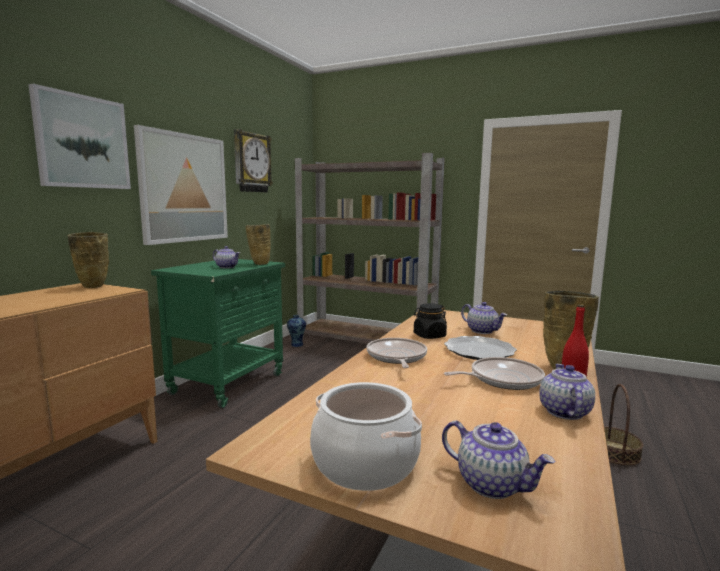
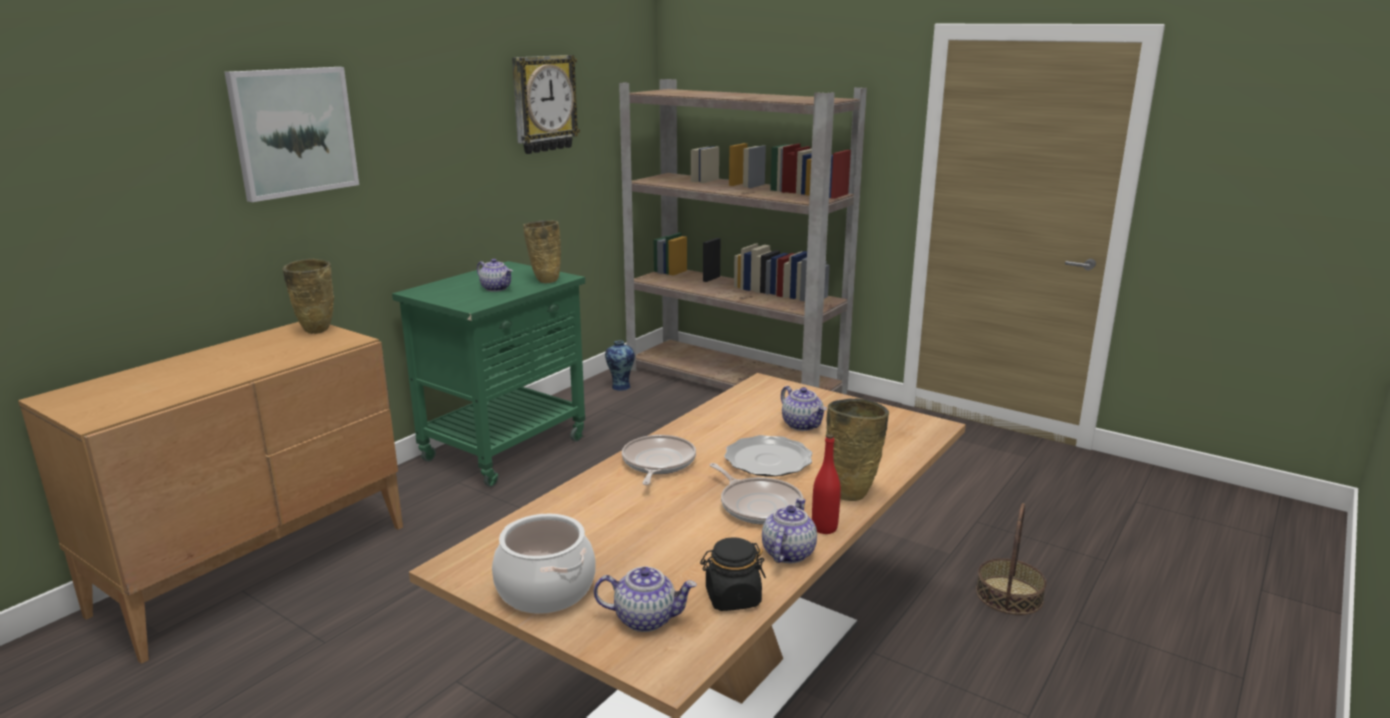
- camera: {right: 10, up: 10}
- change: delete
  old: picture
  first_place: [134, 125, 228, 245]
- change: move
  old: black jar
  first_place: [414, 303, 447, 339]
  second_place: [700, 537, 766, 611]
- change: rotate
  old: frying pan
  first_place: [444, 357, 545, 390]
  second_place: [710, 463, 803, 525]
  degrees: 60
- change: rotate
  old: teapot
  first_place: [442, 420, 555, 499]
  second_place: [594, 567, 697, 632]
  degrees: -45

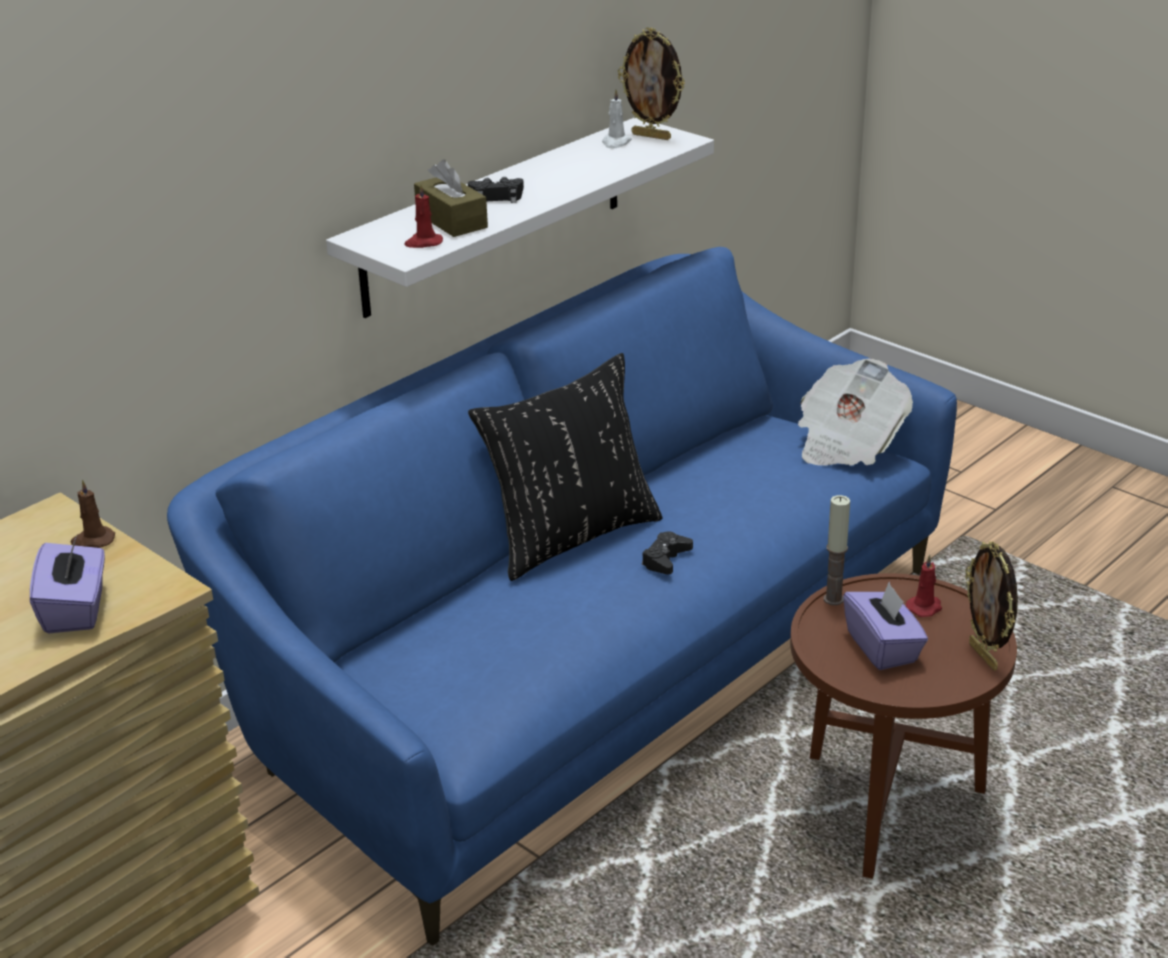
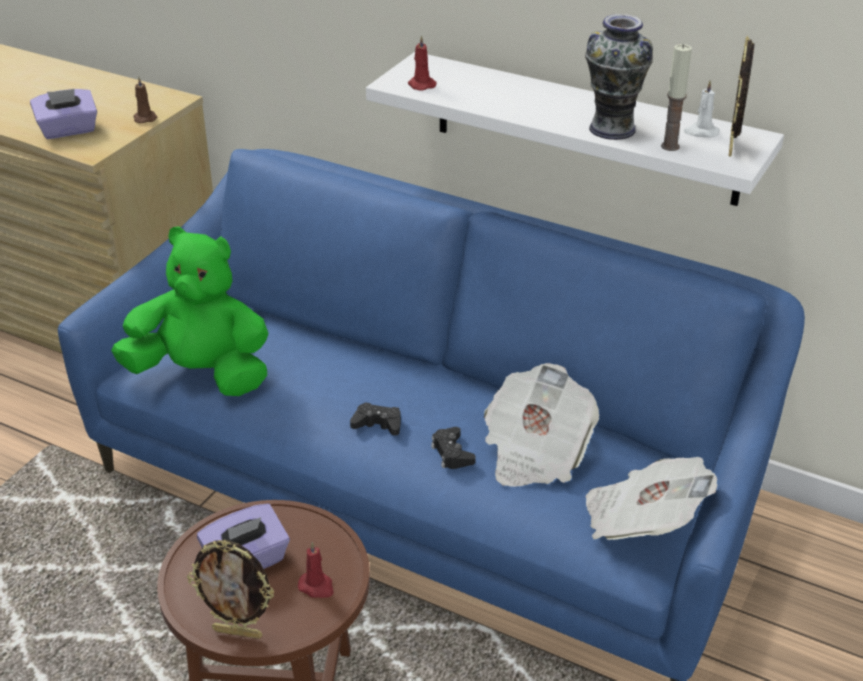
- camera: {right: 75, up: 5}
- change: delete
  old: brown tissue box
  first_place: [414, 160, 488, 237]
- change: move
  old: black game controller
  first_place: [468, 177, 524, 203]
  second_place: [431, 427, 476, 469]
- change: delete
  old: black pillow
  first_place: [468, 353, 662, 581]
- change: move
  old: candle
  first_place: [824, 495, 850, 605]
  second_place: [661, 44, 692, 151]
- change: rotate
  old: picture frame
  first_place: [966, 541, 1018, 671]
  second_place: [187, 540, 274, 639]
  degrees: -135
- change: insert
  new: vase
  second_place: [585, 14, 653, 140]
- change: insert
  new: green plush toy
  second_place: [111, 226, 269, 396]
- change: insert
  new: newspaper
  second_place: [484, 363, 599, 487]

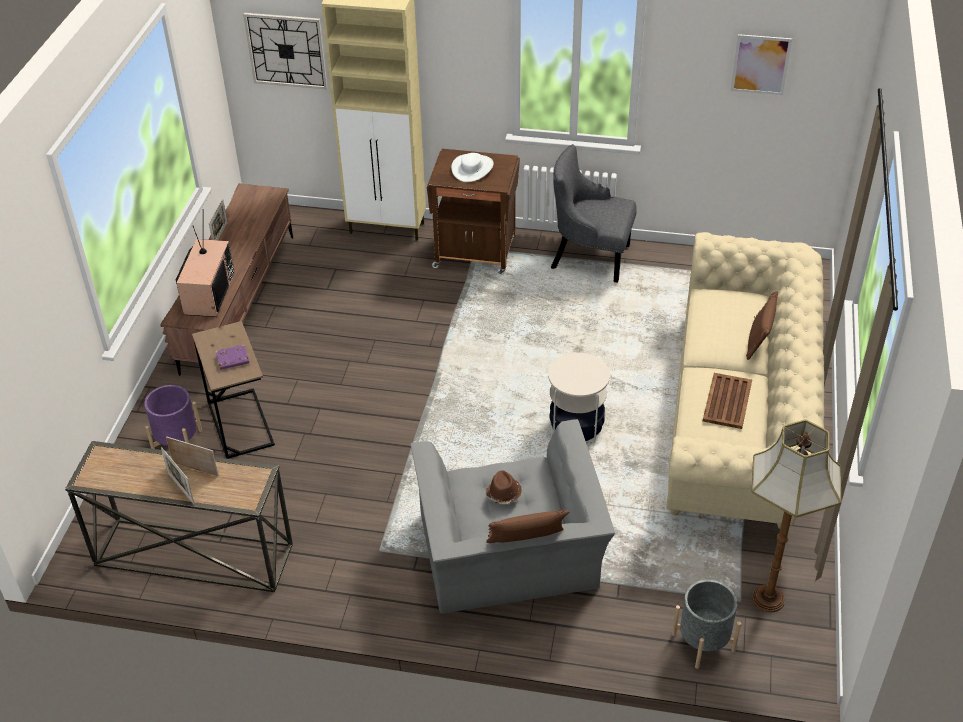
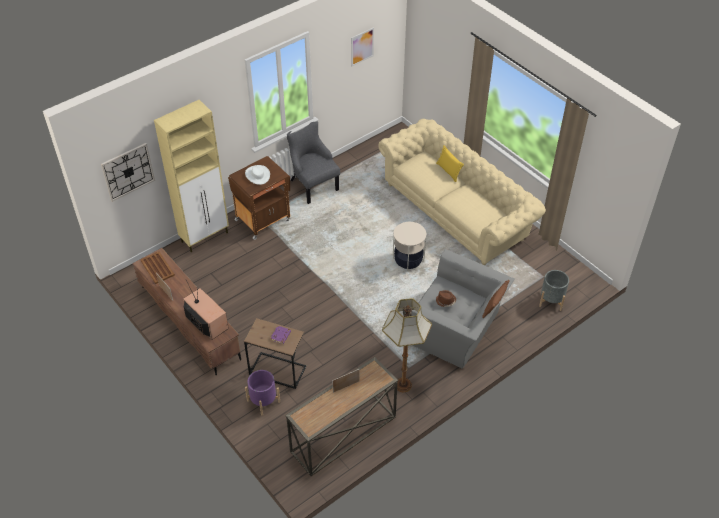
- camera: {right: -50, up: 5}
- change: rotate
  old: grey armchair
  first_place: [551, 144, 636, 283]
  second_place: [286, 122, 341, 204]
  degrees: 90
- change: recolor
  old: brown pillow
  new: yellow pillow
  first_place: [746, 291, 778, 360]
  second_place: [437, 145, 464, 182]
- change: move
  old: brown tray
  first_place: [703, 373, 752, 429]
  second_place: [140, 252, 175, 284]
- change: move
  old: floor lamp
  first_place: [752, 420, 841, 612]
  second_place: [382, 298, 432, 392]
- change: delete
  old: picture frame
  first_place: [161, 447, 194, 504]

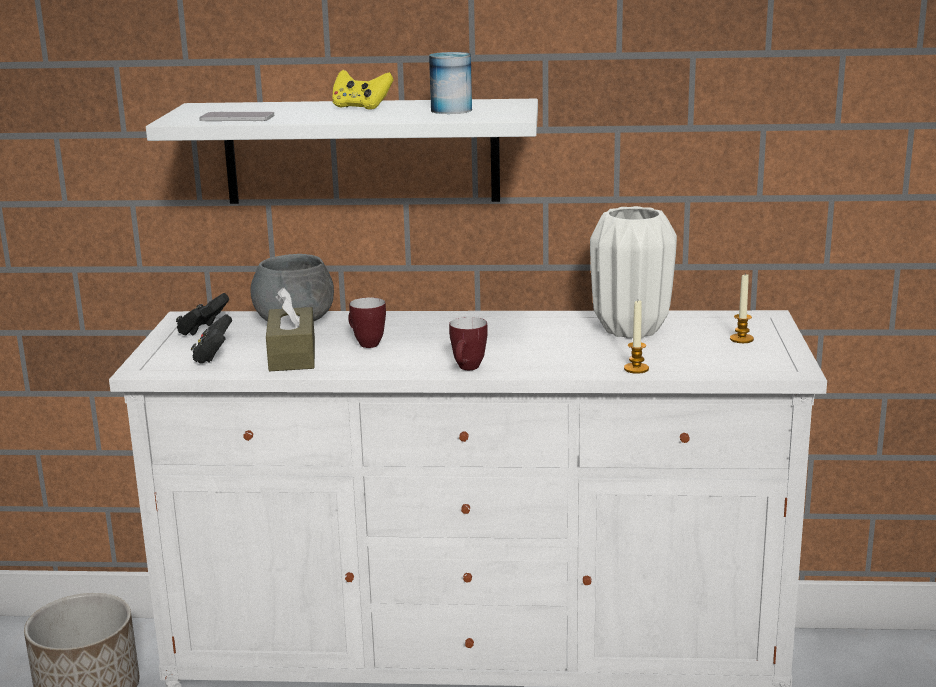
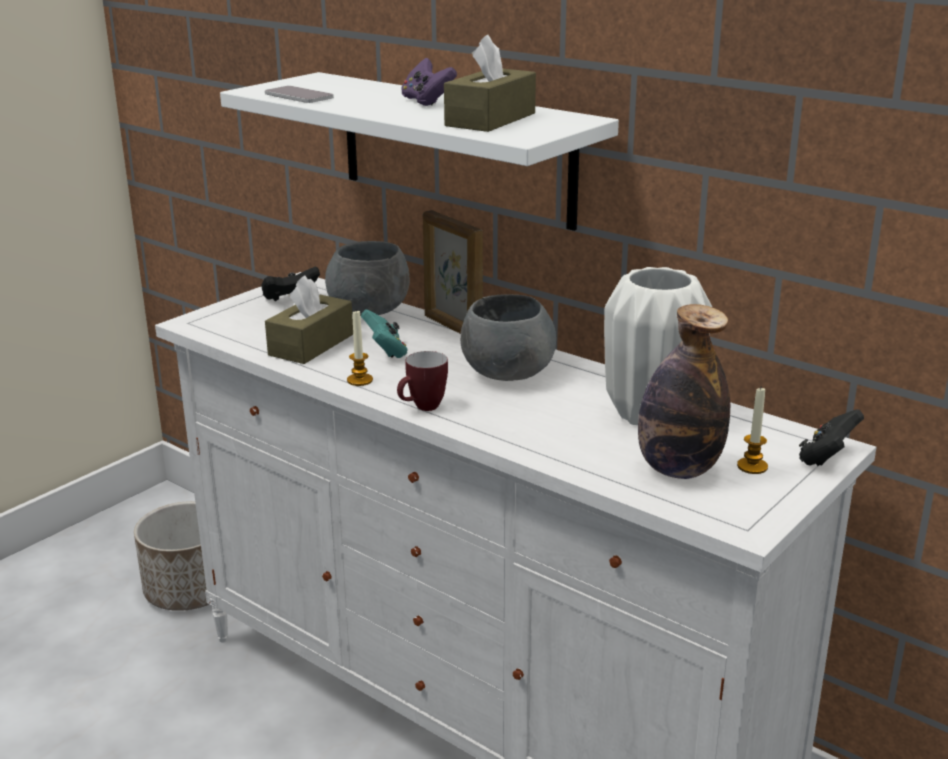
- camera: {right: 35, up: 5}
- change: replace
  old: can
  new: brown tissue box
  first_place: [429, 52, 472, 114]
  second_place: [444, 34, 536, 132]
- change: recolor
  old: yellow game controller
  new: purple game controller
  first_place: [332, 70, 393, 110]
  second_place: [401, 58, 457, 106]
- change: replace
  old: mug
  new: turquoise game controller
  first_place: [348, 297, 386, 348]
  second_place: [361, 309, 408, 358]
- change: move
  old: candle
  first_place: [624, 300, 649, 374]
  second_place: [347, 311, 373, 386]
- change: move
  old: black game controller
  first_place: [191, 314, 232, 364]
  second_place: [799, 409, 864, 466]
- change: insert
  new: picture frame
  second_place: [423, 210, 483, 334]
- change: insert
  new: grey bowl
  second_place: [460, 294, 556, 381]
- change: insert
  new: bottle
  second_place: [638, 304, 730, 479]

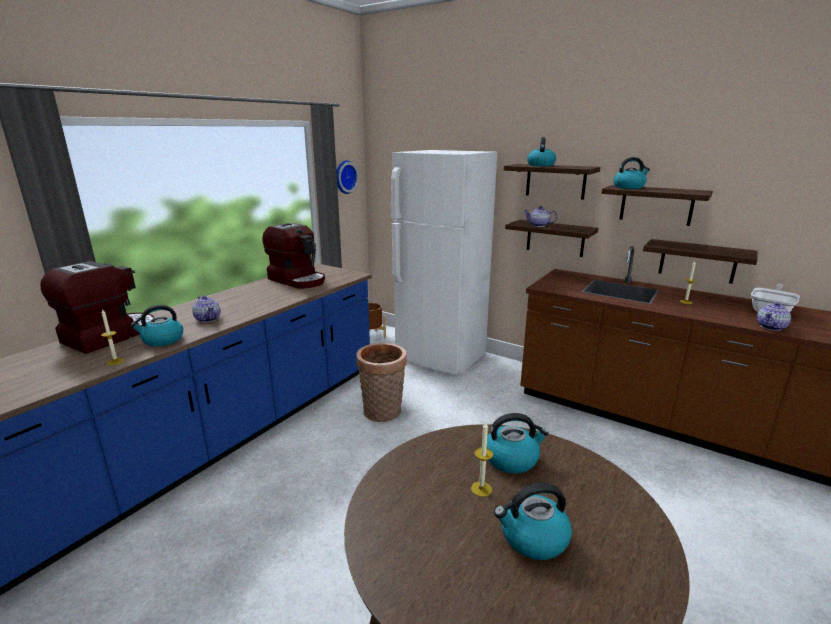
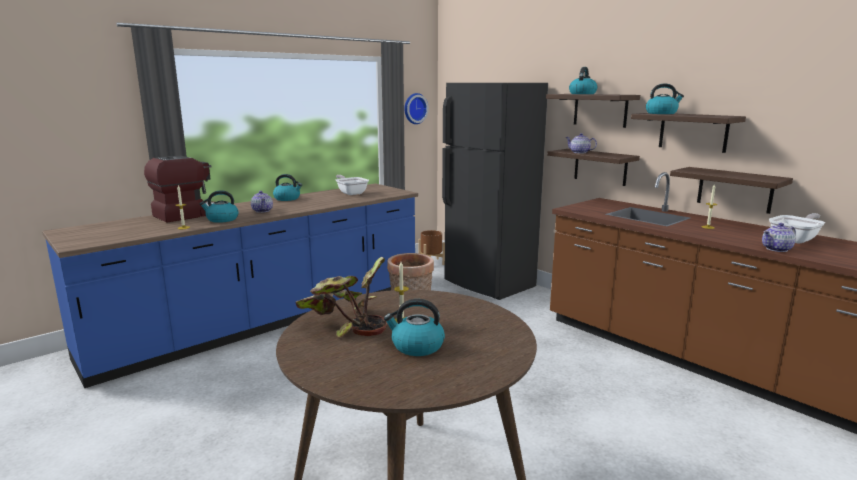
- camera: {right: 15, up: -5}
- change: recolor
  old: white fridge
  new: black fridge
  first_place: [391, 150, 497, 375]
  second_place: [442, 83, 548, 300]
- change: replace
  old: coffee machine
  new: frying pan
  first_place: [262, 223, 325, 288]
  second_place: [336, 175, 369, 195]
- change: move
  old: kettle
  first_place: [487, 413, 549, 473]
  second_place: [273, 174, 302, 201]
- change: insert
  new: potted plant
  second_place: [295, 257, 387, 337]

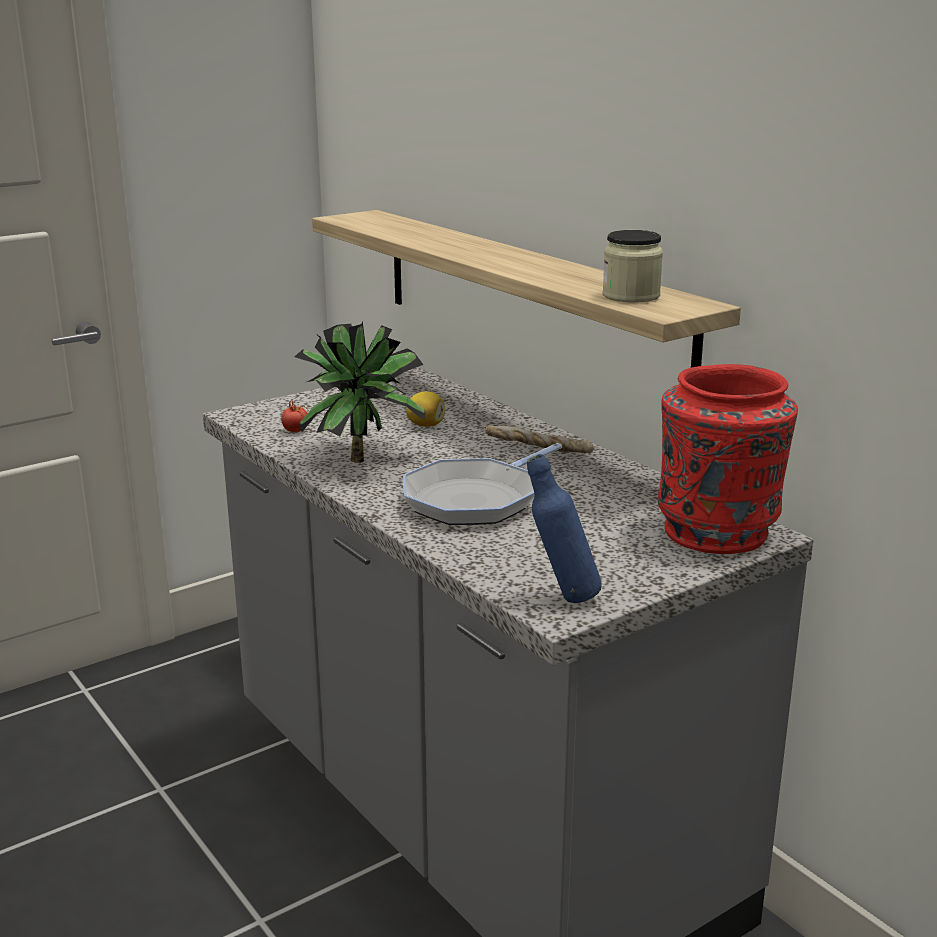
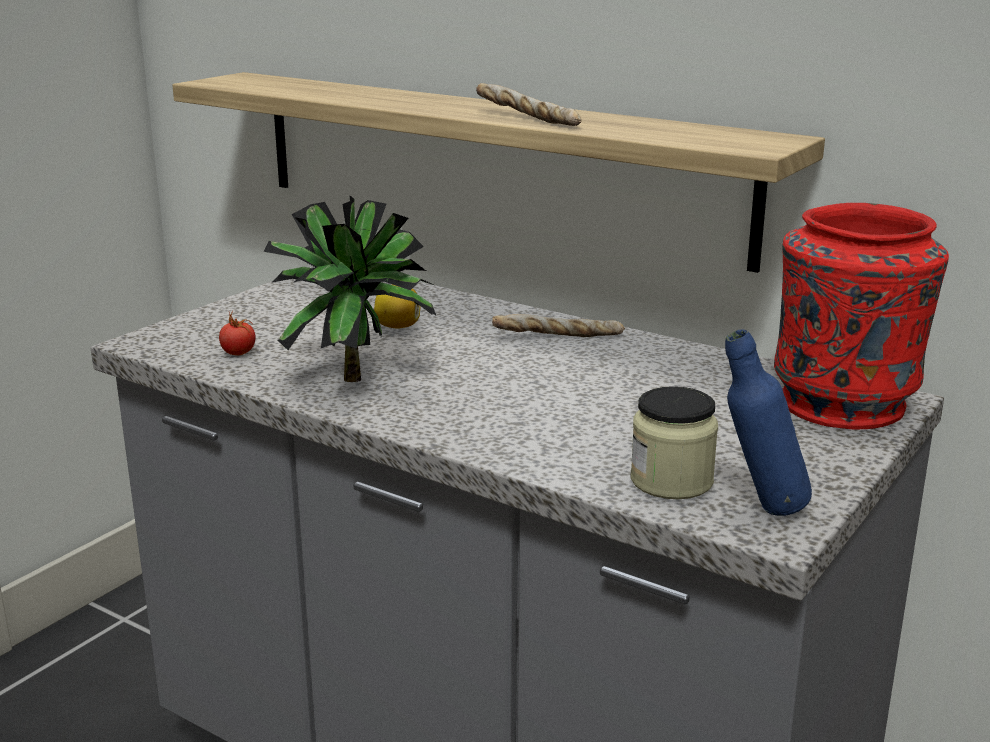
- camera: {right: -20, up: 0}
- change: move
  old: jar
  first_place: [602, 230, 663, 303]
  second_place: [630, 386, 718, 499]
- change: delete
  old: frying pan
  first_place: [403, 443, 562, 525]
- change: insert
  new: bread
  second_place: [476, 83, 582, 126]

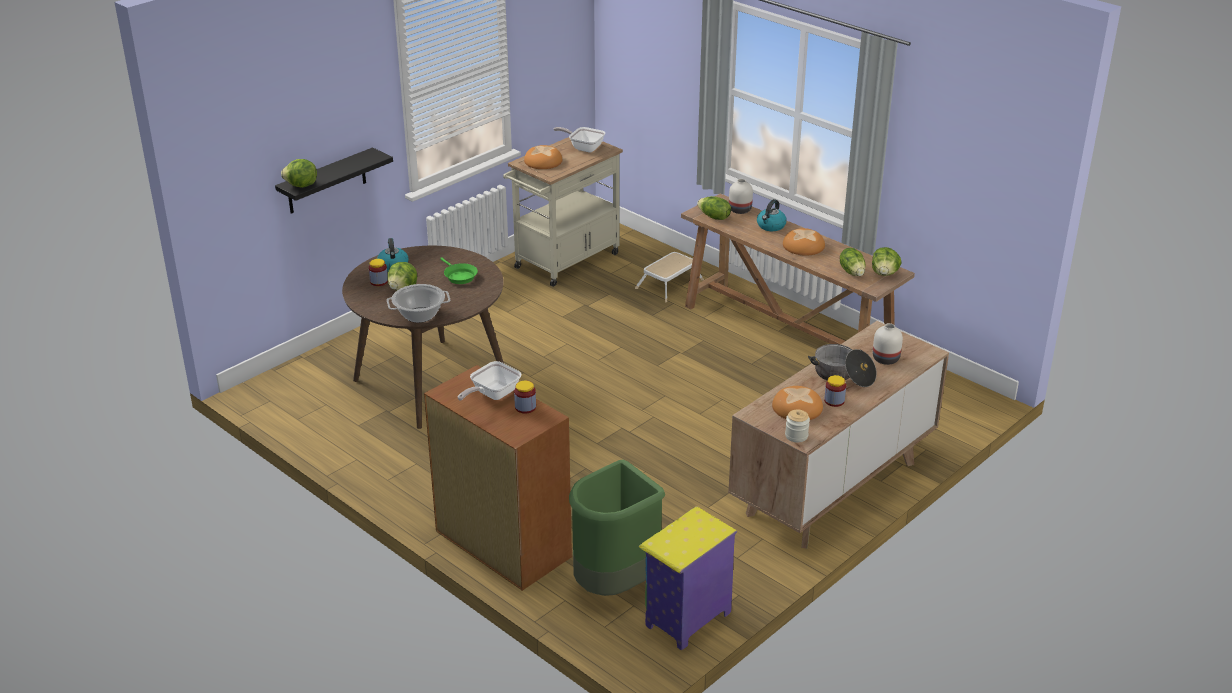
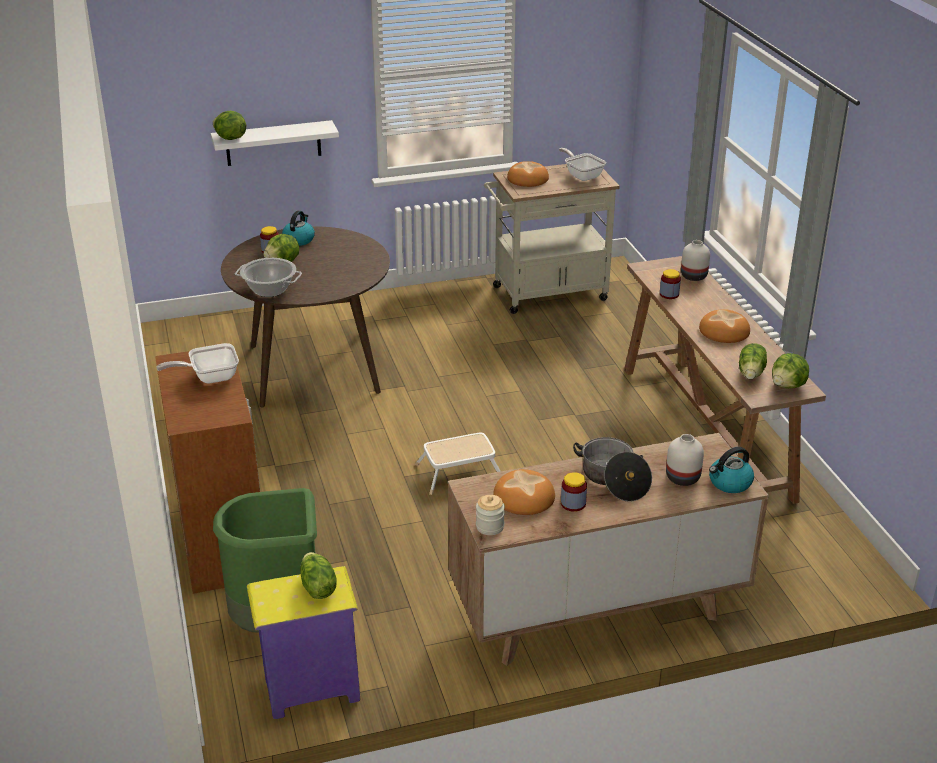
- camera: {right: 30, up: 0}
- change: recolor
  old: black shelf
  new: white shelf
  first_place: [275, 147, 393, 214]
  second_place: [211, 120, 339, 166]
- change: move
  old: lettuce
  first_place: [697, 196, 731, 220]
  second_place: [300, 552, 337, 599]
- change: move
  old: kettle
  first_place: [757, 199, 787, 231]
  second_place: [709, 447, 754, 493]
- change: move
  old: beige step ladder
  first_place: [635, 252, 704, 302]
  second_place: [415, 433, 500, 495]
- change: delete
  old: green frying pan
  first_place: [440, 257, 478, 284]
- change: move
  old: jar
  first_place: [514, 380, 536, 414]
  second_place: [660, 269, 681, 299]

